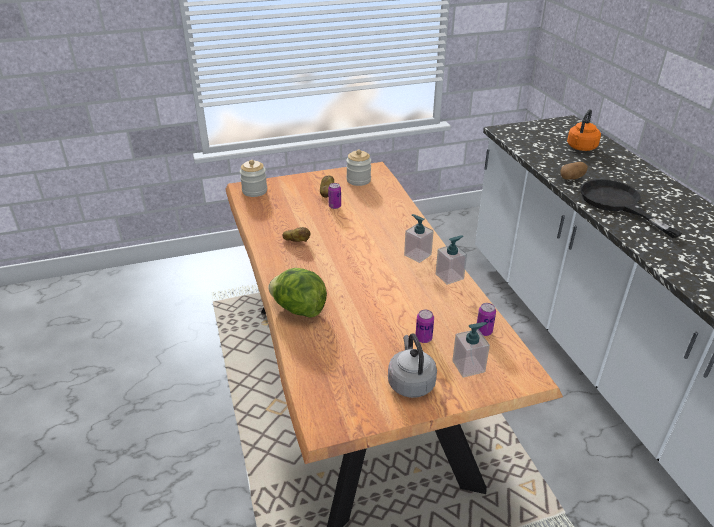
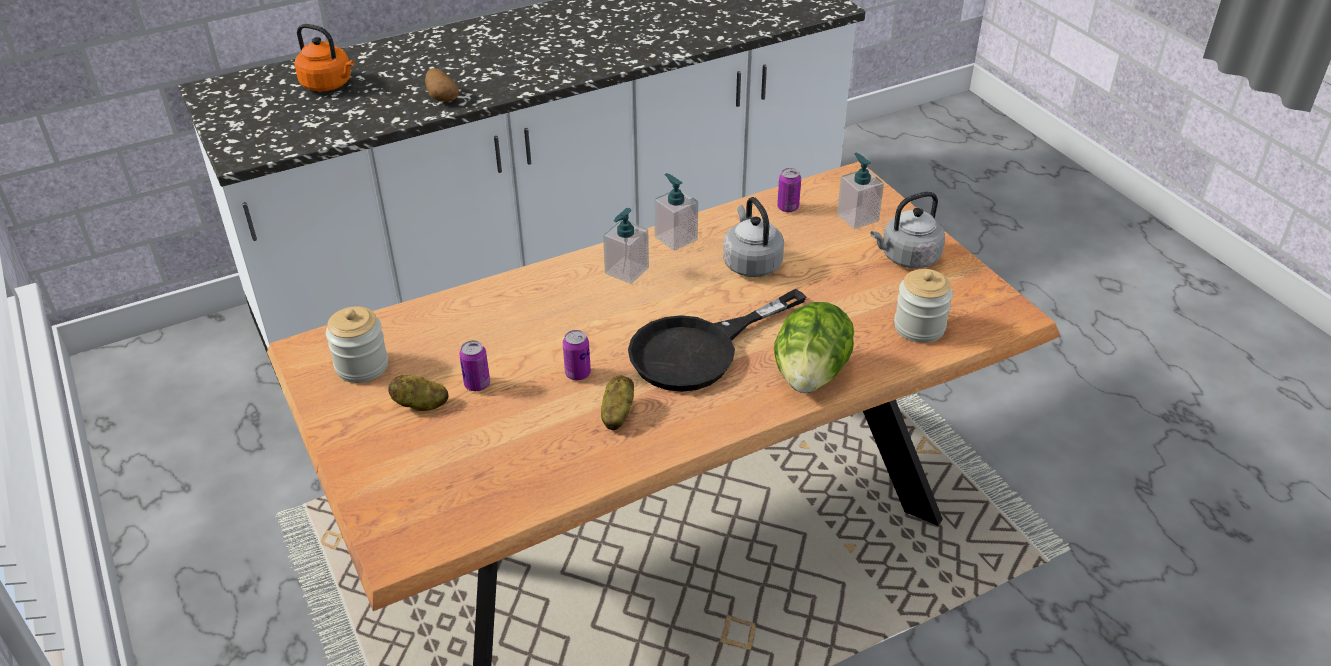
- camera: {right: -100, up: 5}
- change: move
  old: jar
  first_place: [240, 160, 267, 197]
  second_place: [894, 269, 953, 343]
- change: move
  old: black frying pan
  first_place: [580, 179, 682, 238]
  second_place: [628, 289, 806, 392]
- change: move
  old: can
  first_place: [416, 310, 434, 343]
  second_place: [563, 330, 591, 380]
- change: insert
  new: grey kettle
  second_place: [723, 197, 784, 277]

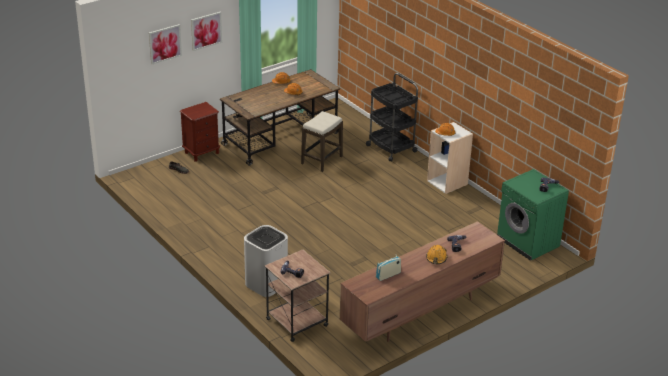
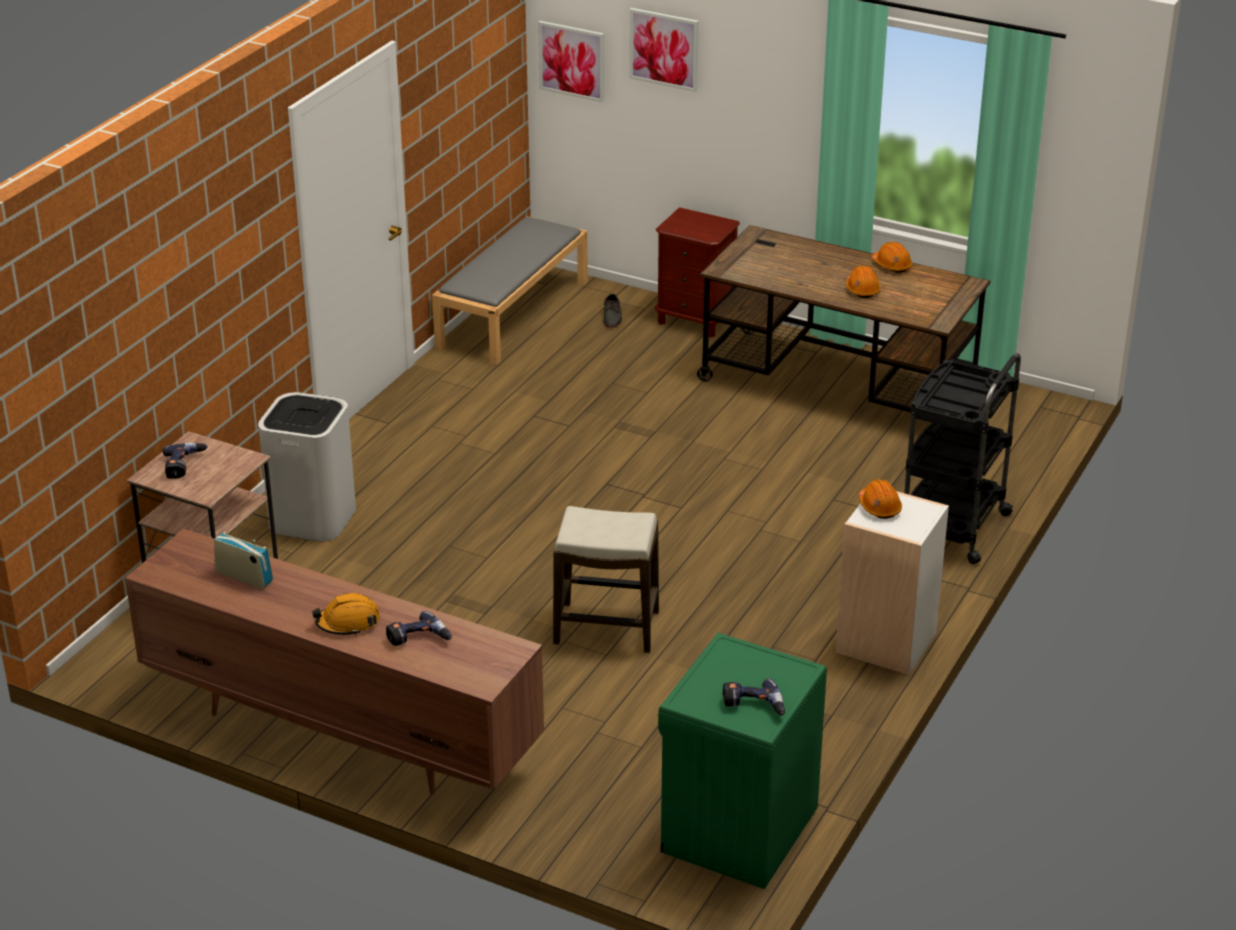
- camera: {right: 65, up: 0}
- change: move
  old: picture
  first_place: [191, 12, 222, 51]
  second_place: [538, 21, 605, 103]
- change: move
  old: stool
  first_place: [301, 111, 343, 172]
  second_place: [553, 506, 659, 653]
- change: insert
  new: grey bench
  second_place: [432, 216, 588, 365]

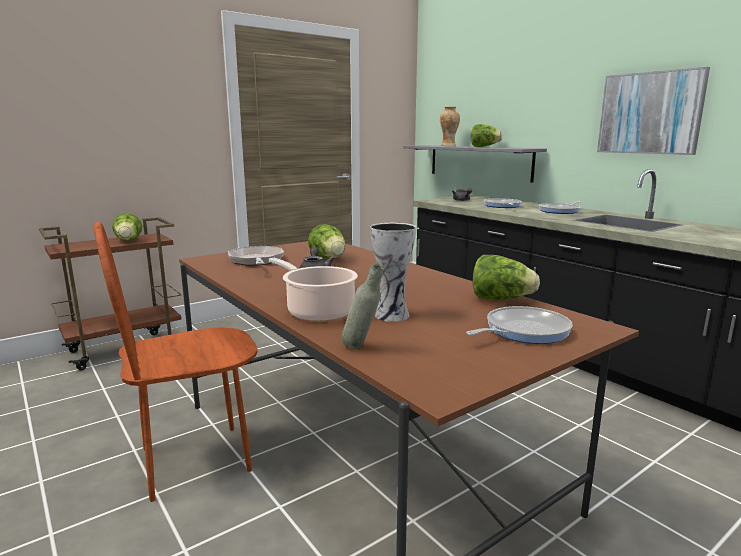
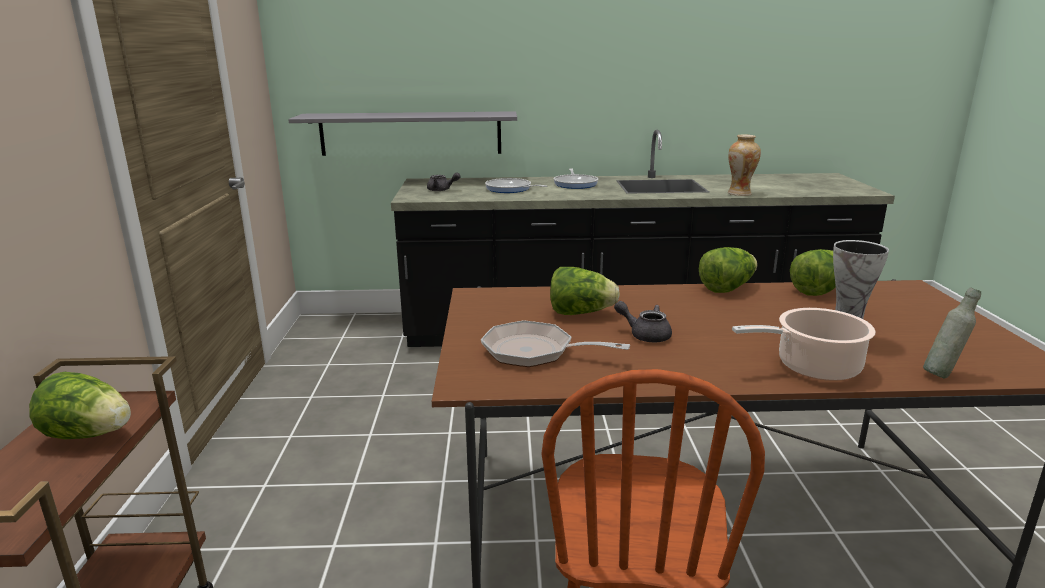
- camera: {right: -55, up: 5}
- change: delete
  old: picture
  first_place: [597, 67, 710, 155]
- change: move
  old: vase
  first_place: [440, 107, 460, 146]
  second_place: [728, 134, 761, 196]
- change: move
  old: lettuce
  first_place: [471, 124, 503, 147]
  second_place: [699, 247, 757, 293]
- change: delete
  old: frying pan
  first_place: [466, 306, 573, 344]

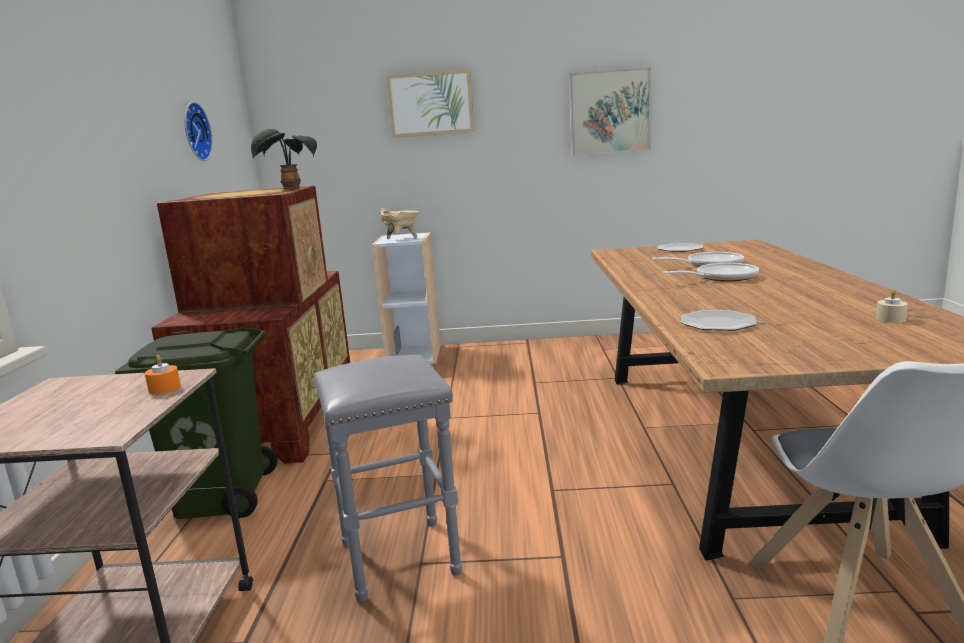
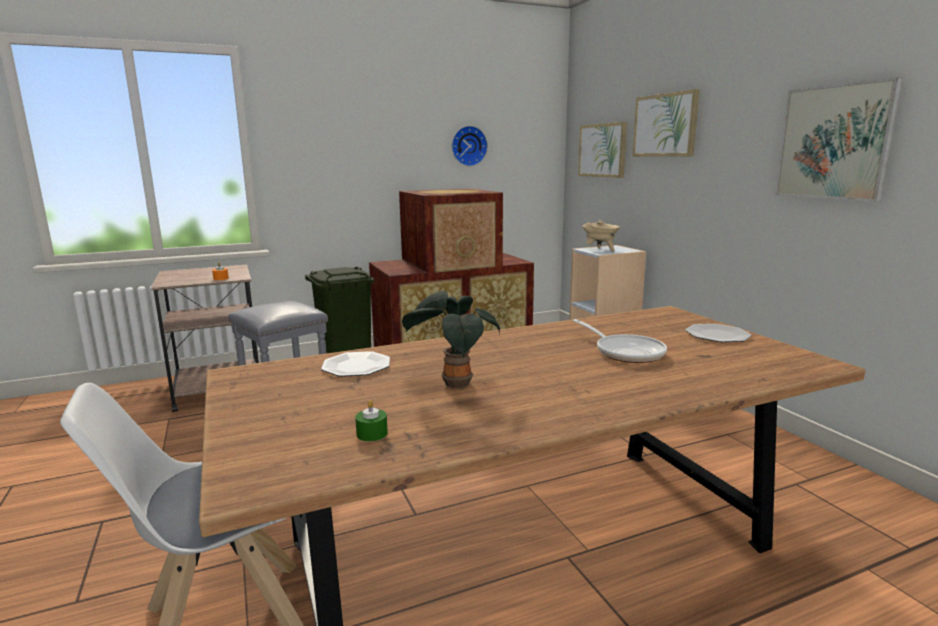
- camera: {right: 65, up: 0}
- change: move
  old: potted plant
  first_place: [251, 129, 317, 188]
  second_place: [402, 291, 500, 389]
- change: delete
  old: frying pan
  first_place: [663, 263, 759, 282]
- change: recolor
  old: beige candle
  new: green candle
  first_place: [876, 289, 908, 323]
  second_place: [355, 400, 388, 442]
- change: insert
  new: picture
  second_place: [578, 122, 627, 178]

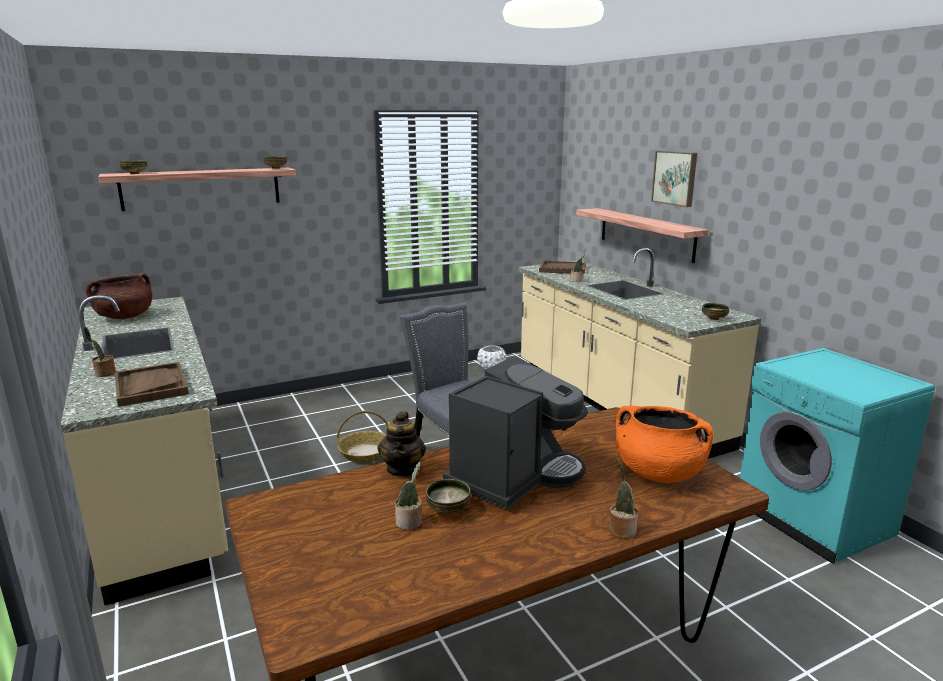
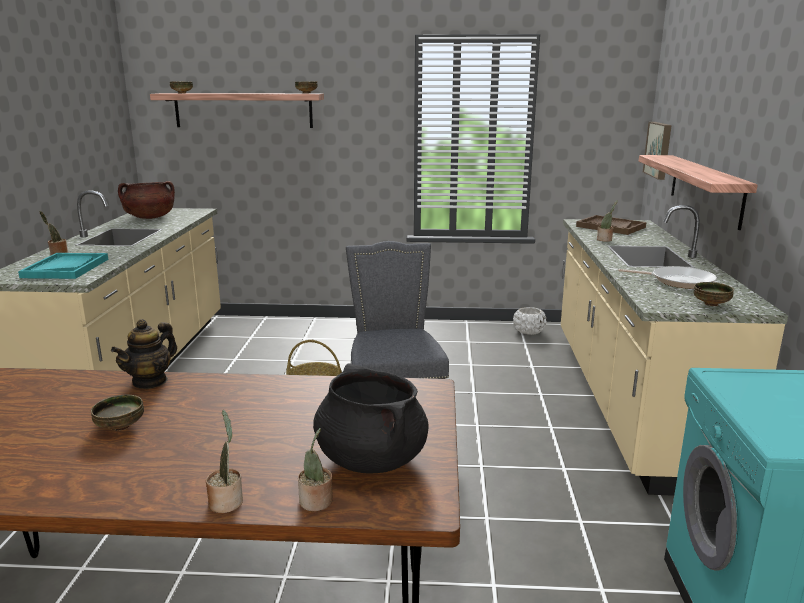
- camera: {right: 30, up: 0}
- change: move
  old: picture
  first_place: [651, 151, 697, 207]
  second_place: [643, 122, 672, 180]
- change: delete
  old: coffee machine
  first_place: [443, 356, 588, 510]
- change: recolor
  old: brown tray
  new: turquoise tray
  first_place: [115, 362, 189, 407]
  second_place: [18, 253, 108, 279]
- change: recolor
  old: orange cooking pot
  new: black cooking pot
  first_place: [616, 406, 713, 483]
  second_place: [313, 363, 429, 474]
- change: move
  old: potted plant
  first_place: [395, 462, 422, 530]
  second_place: [298, 428, 333, 511]
- change: insert
  new: frying pan
  second_place: [618, 266, 717, 289]

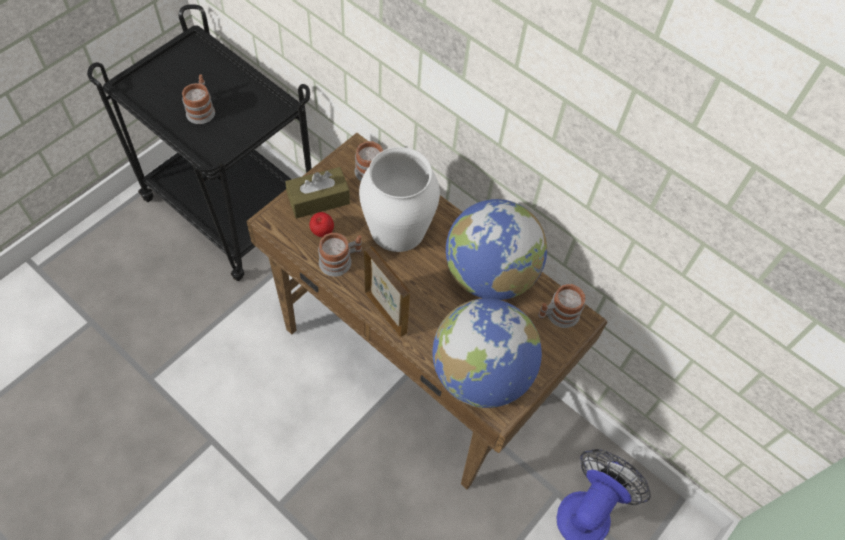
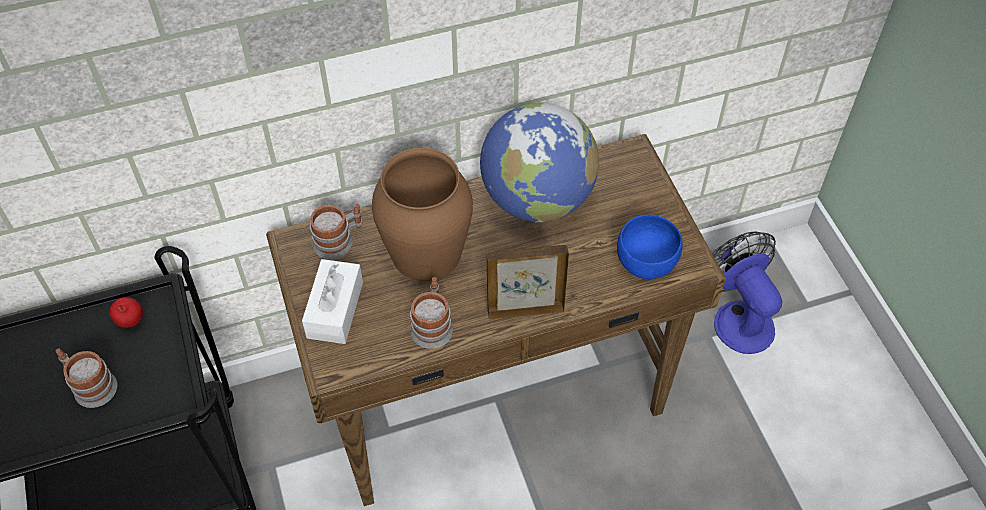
- camera: {right: -55, up: -5}
- change: recolor
  old: white vase
  new: brown vase
  first_place: [359, 147, 440, 252]
  second_place: [372, 148, 473, 281]
- change: recolor
  old: brown tissue box
  new: white tissue box
  first_place: [285, 167, 350, 218]
  second_place: [302, 259, 363, 344]
- change: move
  old: apple
  first_place: [310, 212, 334, 237]
  second_place: [109, 297, 143, 328]
- change: delete
  old: mug
  first_place: [538, 284, 585, 328]
- change: replace
  old: globe
  new: blue bowl
  first_place: [433, 298, 542, 408]
  second_place: [617, 215, 683, 279]

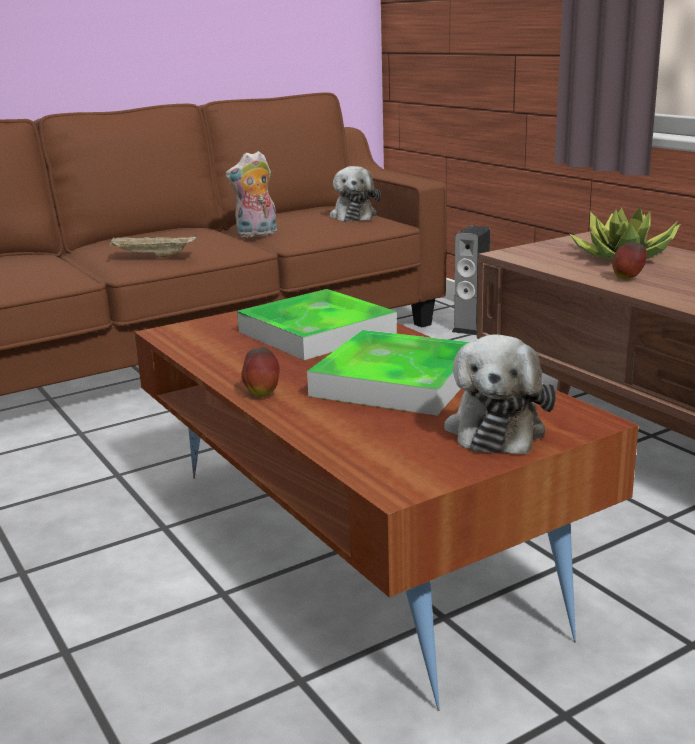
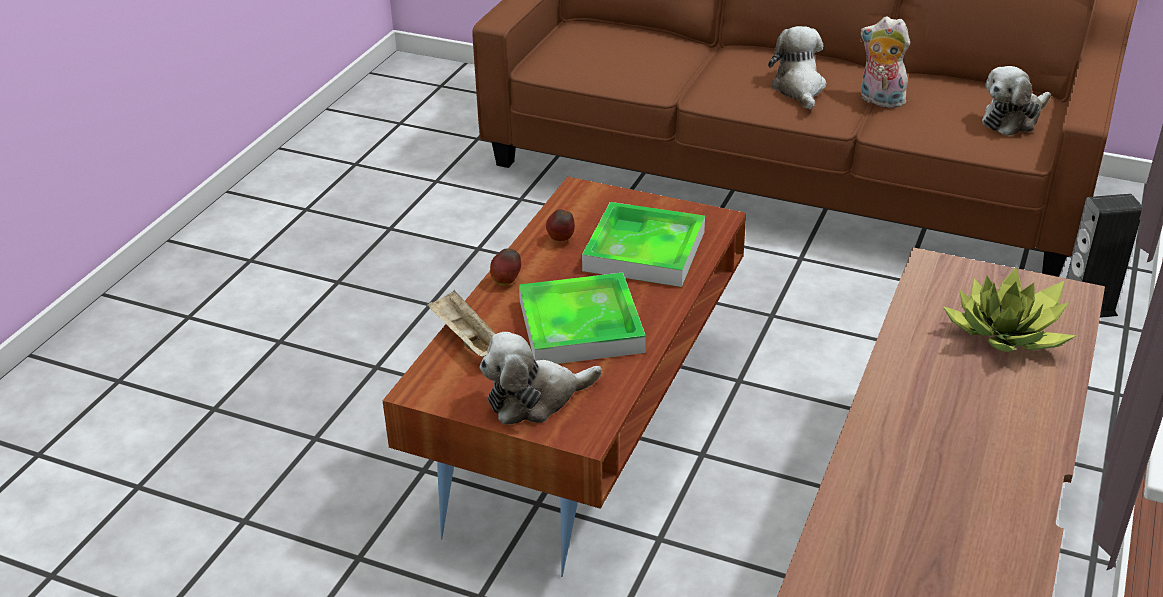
- camera: {right: 55, up: 15}
- change: move
  old: beige tray
  first_place: [109, 235, 196, 257]
  second_place: [427, 290, 495, 357]
- change: move
  old: apple
  first_place: [612, 242, 647, 279]
  second_place: [546, 209, 575, 241]
- change: insert
  new: plush toy
  second_place: [768, 26, 826, 110]

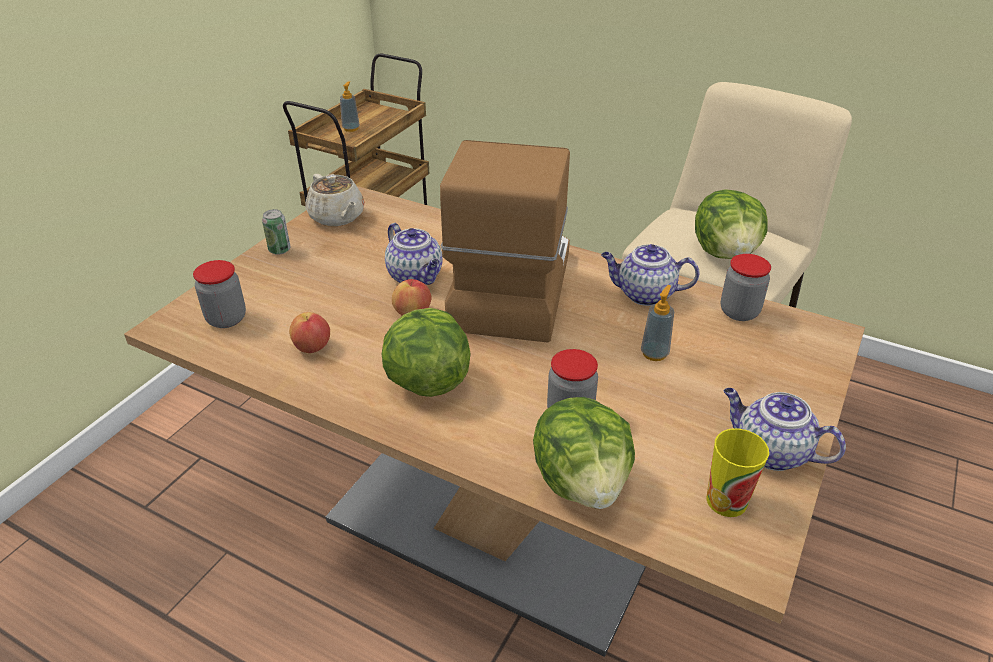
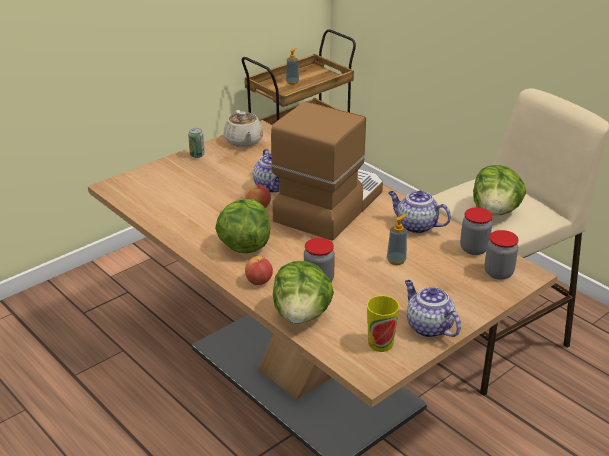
- camera: {right: 20, up: -5}
- change: move
  old: jar
  first_place: [193, 260, 246, 328]
  second_place: [484, 230, 519, 280]
- change: move
  old: apple
  first_place: [289, 312, 330, 353]
  second_place: [245, 256, 273, 285]

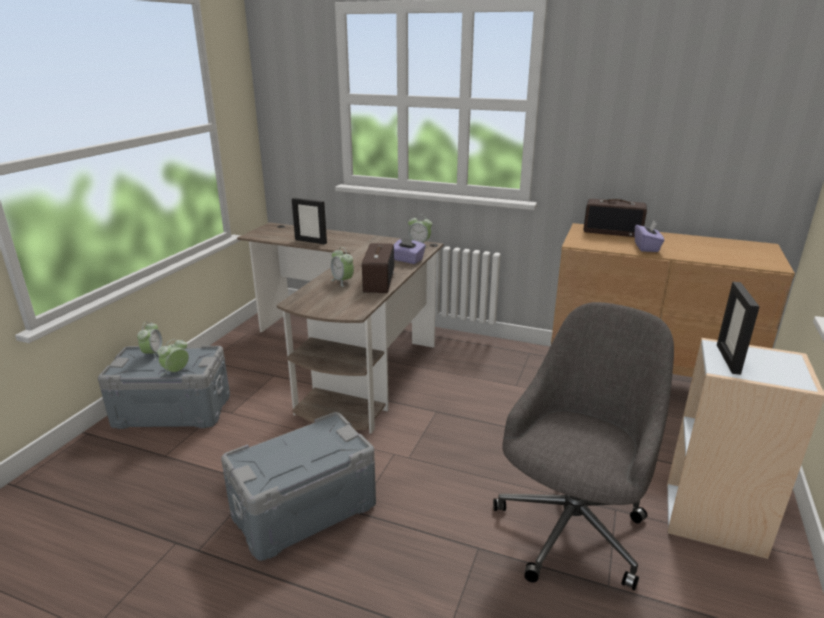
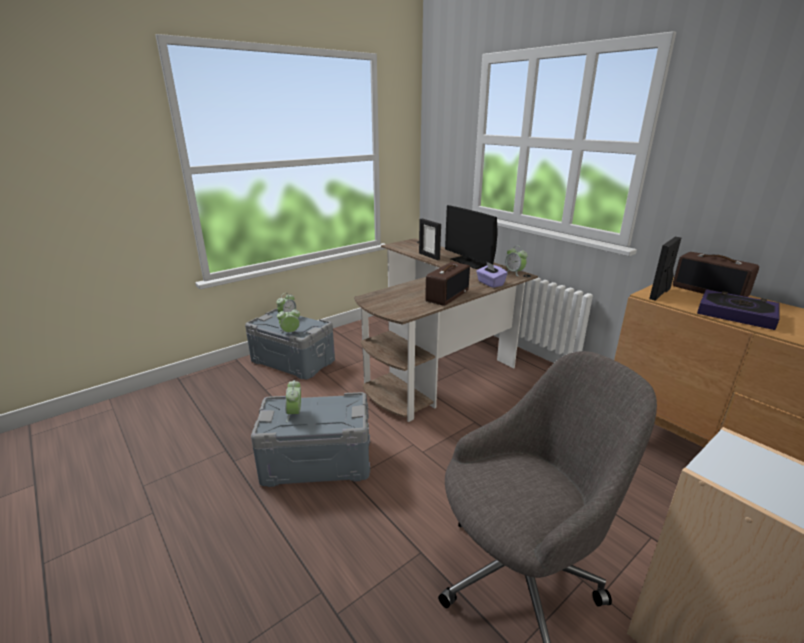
- camera: {right: 30, up: 0}
- change: replace
  old: purple tissue box
  new: book
  first_place: [635, 221, 664, 252]
  second_place: [697, 289, 779, 330]
- change: move
  old: alarm clock
  first_place: [331, 247, 354, 287]
  second_place: [285, 380, 301, 422]
- change: move
  old: picture frame
  first_place: [717, 282, 760, 375]
  second_place: [649, 237, 682, 301]
- change: insert
  new: monitor
  second_place: [445, 205, 498, 269]

